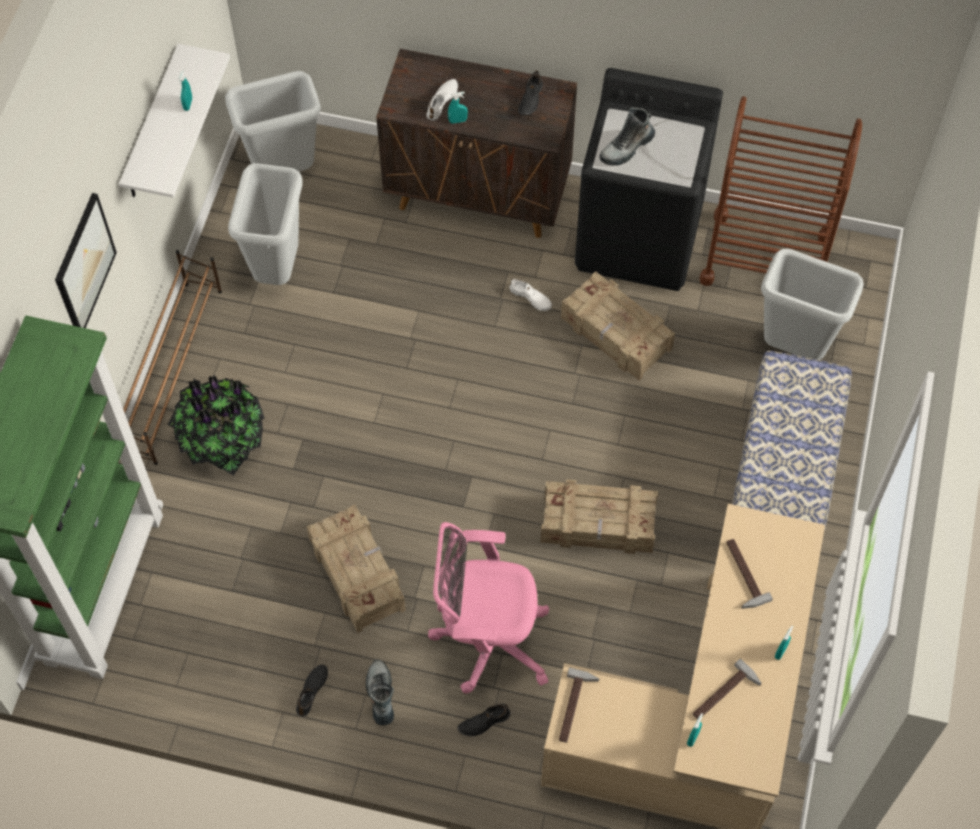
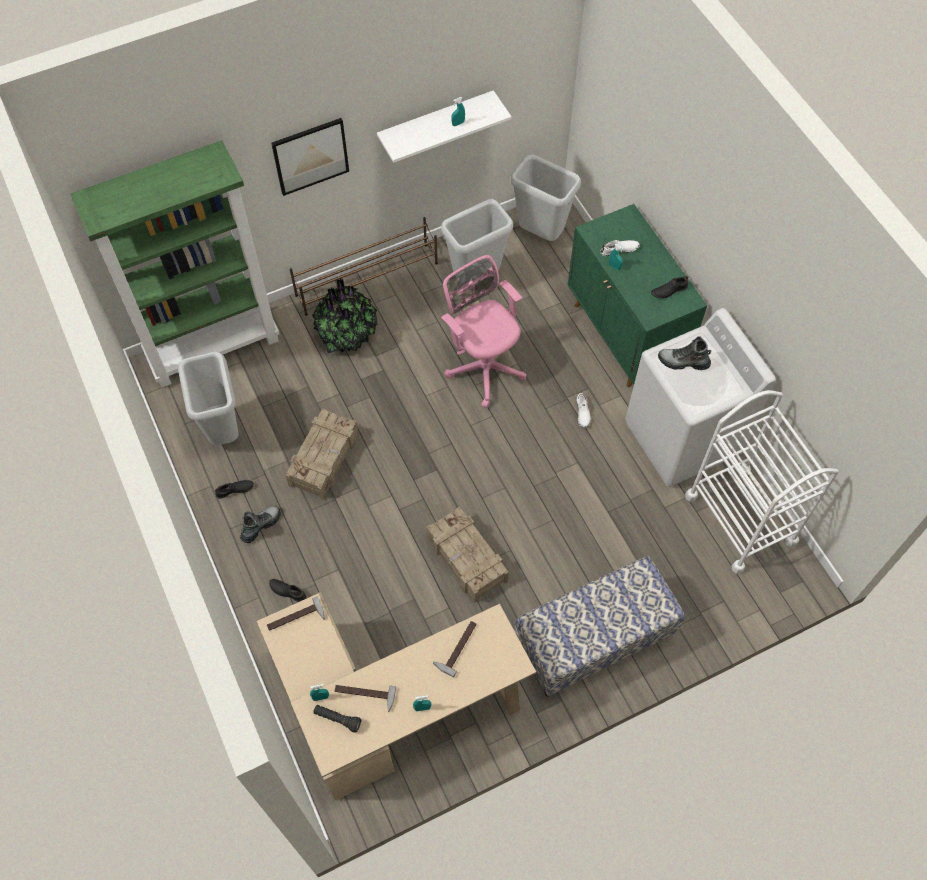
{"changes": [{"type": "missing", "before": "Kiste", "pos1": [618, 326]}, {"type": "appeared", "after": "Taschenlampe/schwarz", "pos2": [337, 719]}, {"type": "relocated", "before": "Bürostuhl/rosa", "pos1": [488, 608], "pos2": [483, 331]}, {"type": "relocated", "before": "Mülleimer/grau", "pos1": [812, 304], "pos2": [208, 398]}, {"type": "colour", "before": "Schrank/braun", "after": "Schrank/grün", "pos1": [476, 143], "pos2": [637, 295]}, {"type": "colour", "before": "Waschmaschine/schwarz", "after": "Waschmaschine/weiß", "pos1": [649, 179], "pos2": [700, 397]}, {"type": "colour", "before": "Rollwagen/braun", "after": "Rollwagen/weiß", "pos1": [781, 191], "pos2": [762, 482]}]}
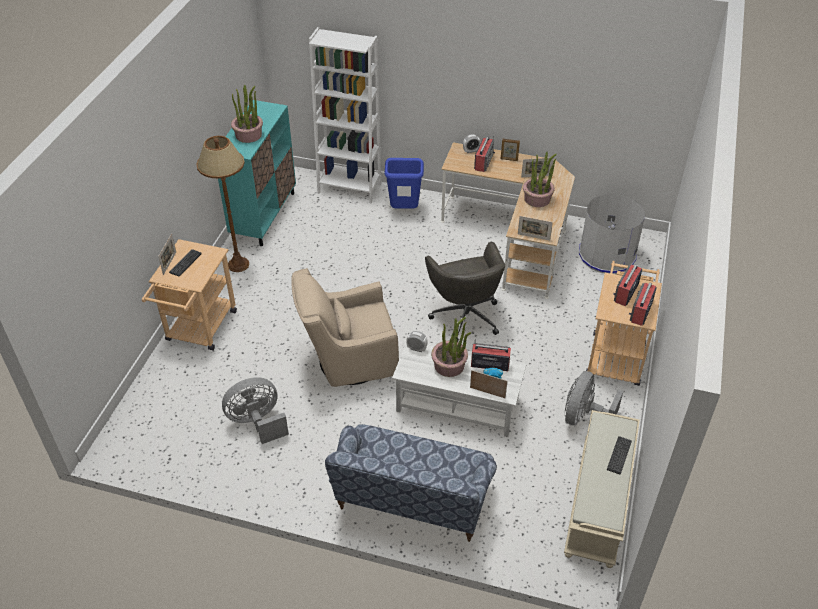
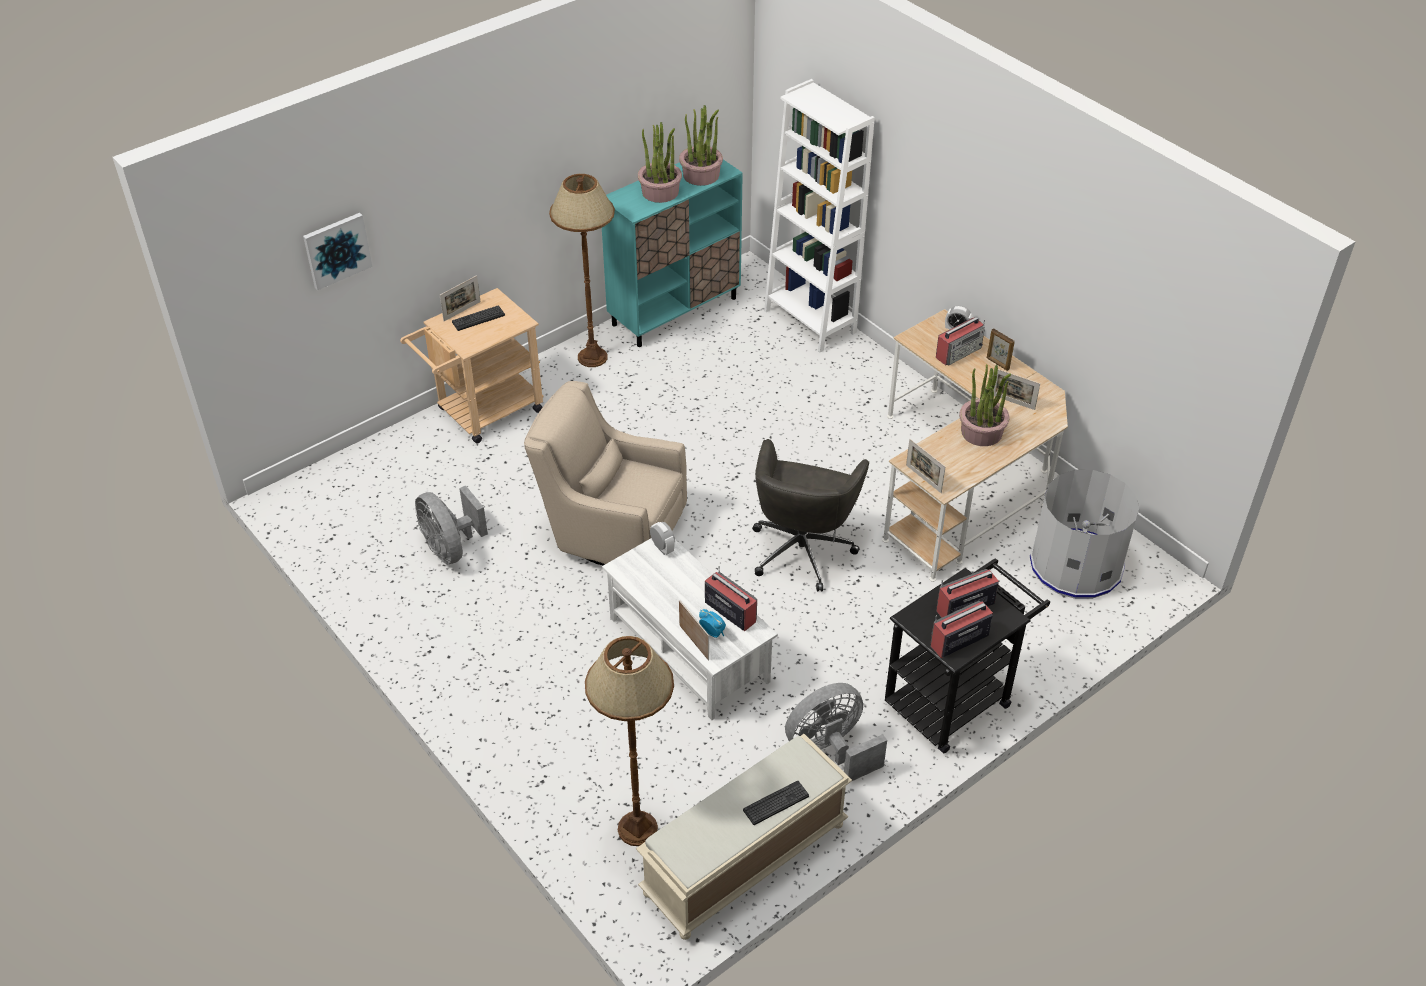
{"changes": [{"type": "missing", "before": "Sofa", "pos1": [411, 483]}, {"type": "missing", "before": "Mülleimer/blau", "pos1": [404, 183]}, {"type": "appeared", "after": "Bild", "pos2": [338, 251]}, {"type": "appeared", "after": "Stehlampe/braun", "pos2": [629, 741]}, {"type": "relocated", "before": "Topfpflanze", "pos1": [451, 347], "pos2": [701, 145]}, {"type": "colour", "before": "Rollwagen/beige", "after": "Rollwagen/schwarz", "pos1": [624, 323], "pos2": [967, 655]}, {"type": "spun", "before": "Ventilator/grau", "pos1": [255, 410], "pos2": [451, 525], "turn": -135}]}
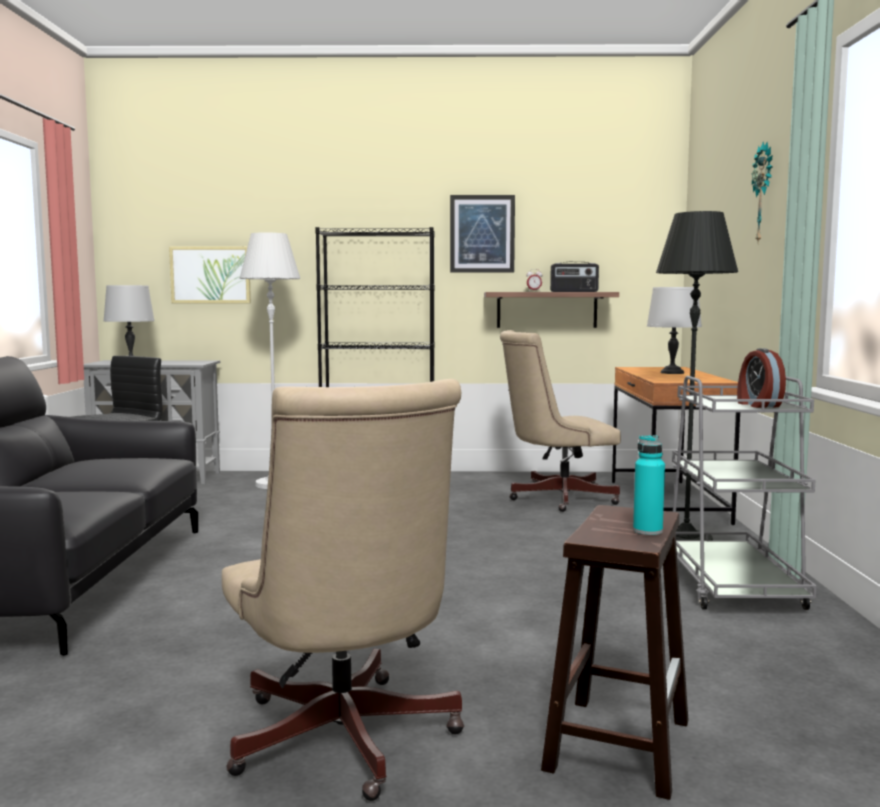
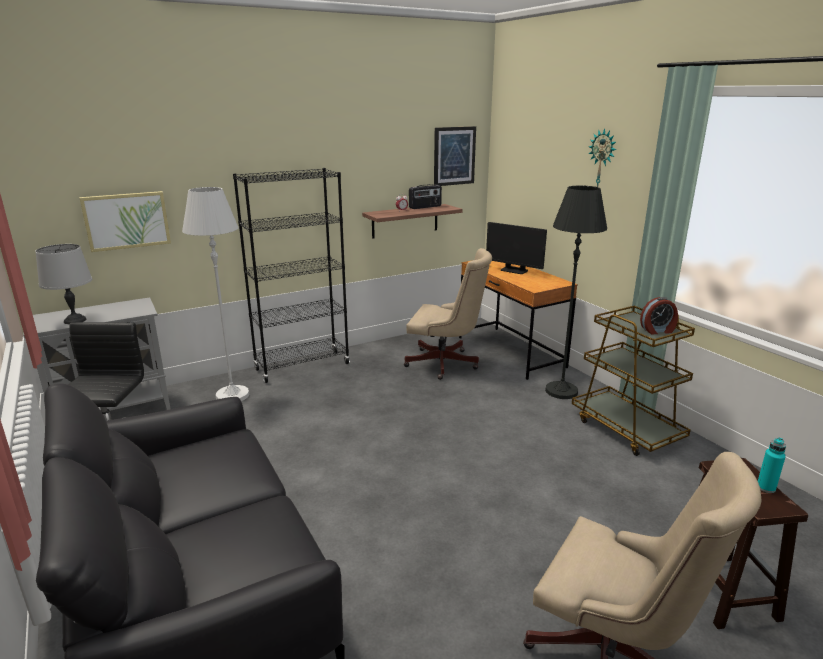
{"changes": [{"type": "relocated", "before": "Bild", "pos1": [482, 233], "pos2": [455, 156]}, {"type": "exchanged", "before": "Tischlampe/grau", "after": "Monitor", "pos1": [674, 330], "pos2": [516, 248]}, {"type": "colour", "before": "Rollwagen/grau", "after": "Rollwagen/braun", "pos1": [744, 493], "pos2": [633, 381]}, {"type": "spun", "before": "Bürostuhl/beige", "pos1": [560, 421], "pos2": [448, 314], "turn": -120}, {"type": "spun", "before": "Wecker", "pos1": [761, 378], "pos2": [659, 315], "turn": -60}]}
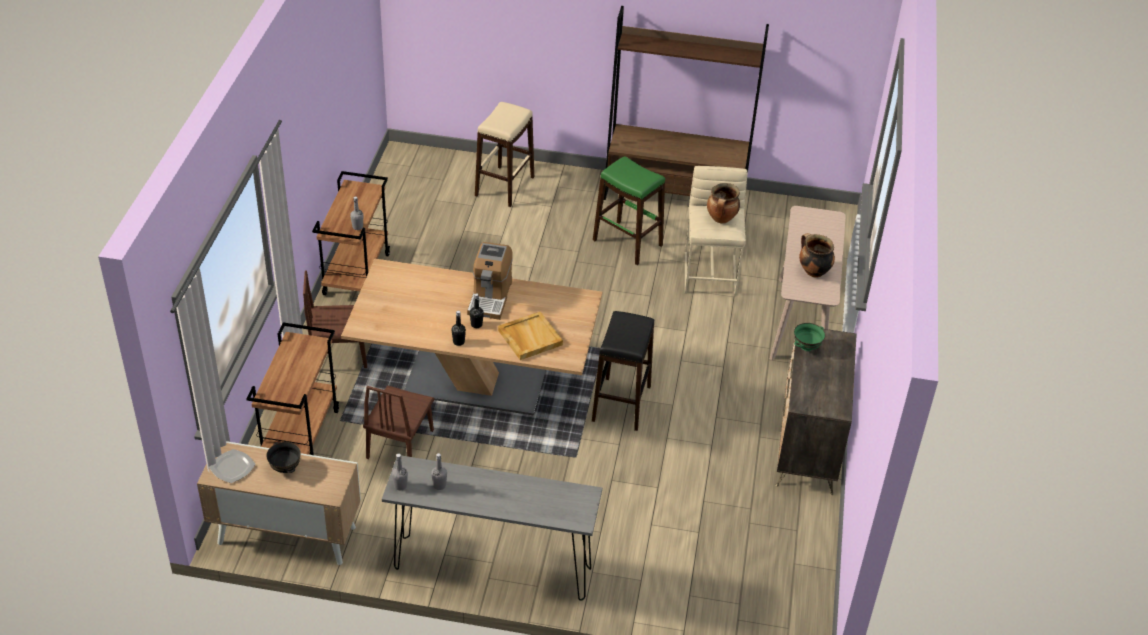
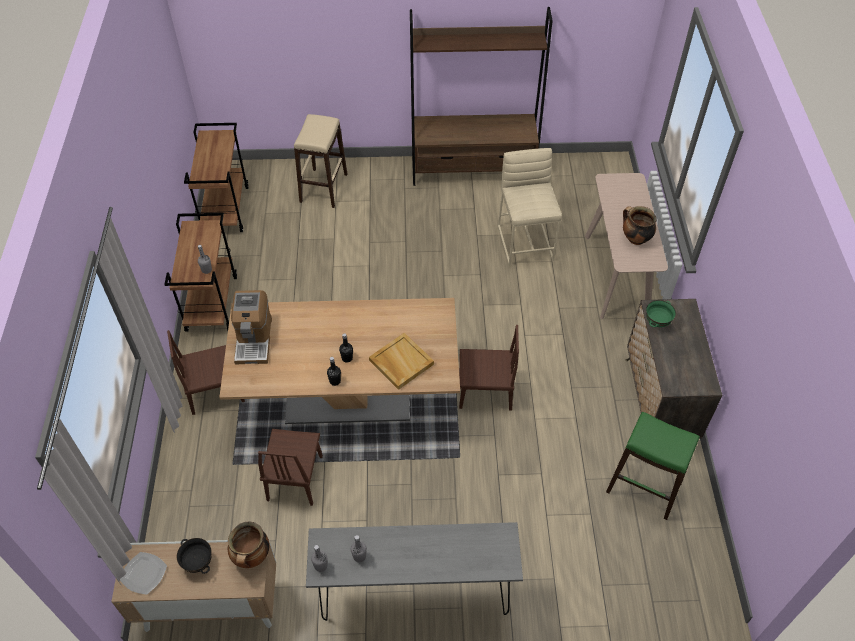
{"changes": [{"type": "relocated", "before": "Rollwagen/braun", "pos1": [292, 388], "pos2": [216, 177]}, {"type": "relocated", "before": "Kaffeemaschine", "pos1": [490, 281], "pos2": [251, 327]}, {"type": "relocated", "before": "Hocker/grün", "pos1": [629, 210], "pos2": [653, 466]}, {"type": "relocated", "before": "Kochtopf", "pos1": [723, 203], "pos2": [248, 545]}, {"type": "exchanged", "before": "Hocker/schwarz", "after": "Stuhl/braun", "pos1": [623, 371], "pos2": [489, 367]}]}
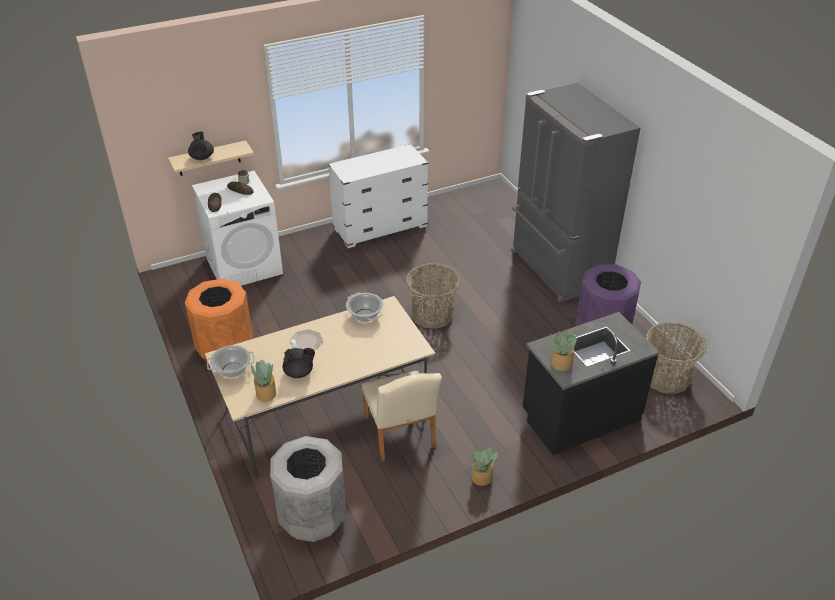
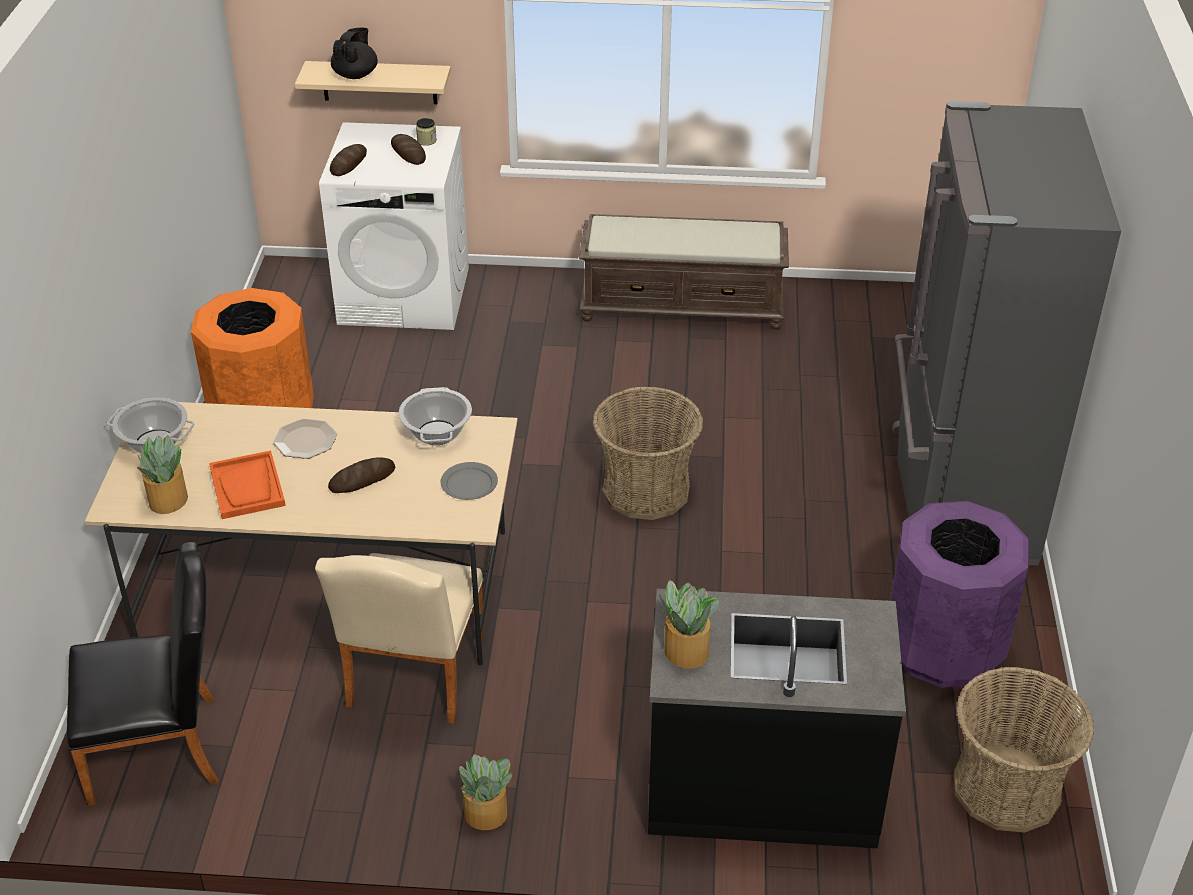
{"changes": [{"type": "appeared", "after": "Brot", "pos2": [361, 475]}, {"type": "appeared", "after": "Teller/grau", "pos2": [469, 481]}, {"type": "exchanged", "before": "Mülleimer/grau", "after": "Stuhl/schwarz", "pos1": [308, 489], "pos2": [142, 674]}, {"type": "exchanged", "before": "Teekanne/schwarz", "after": "Tablett/orange", "pos1": [299, 363], "pos2": [247, 484]}, {"type": "exchanged", "before": "Kommode/weiß", "after": "Bank/braun", "pos1": [378, 196], "pos2": [684, 272]}]}
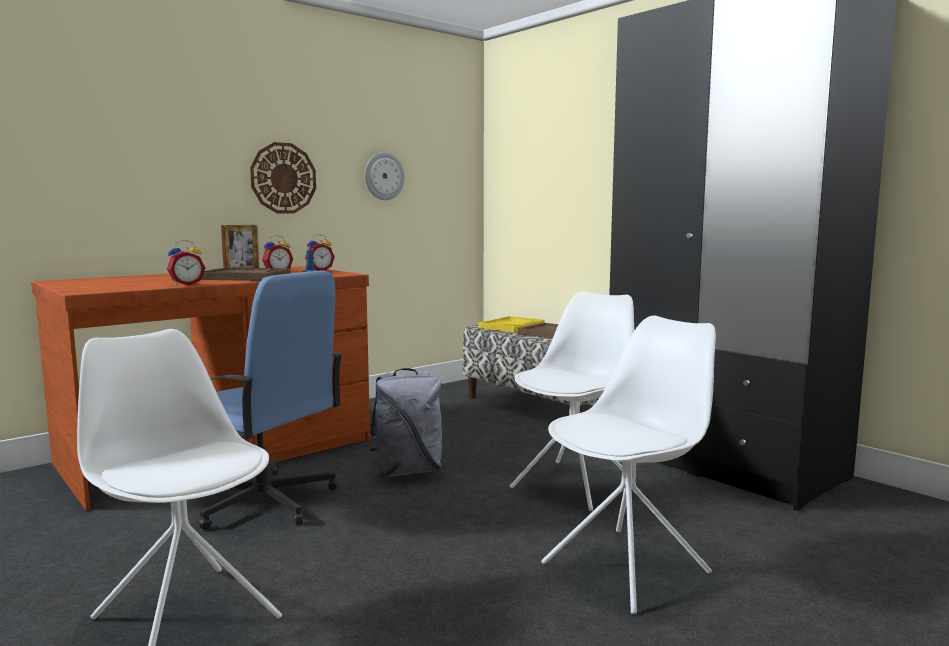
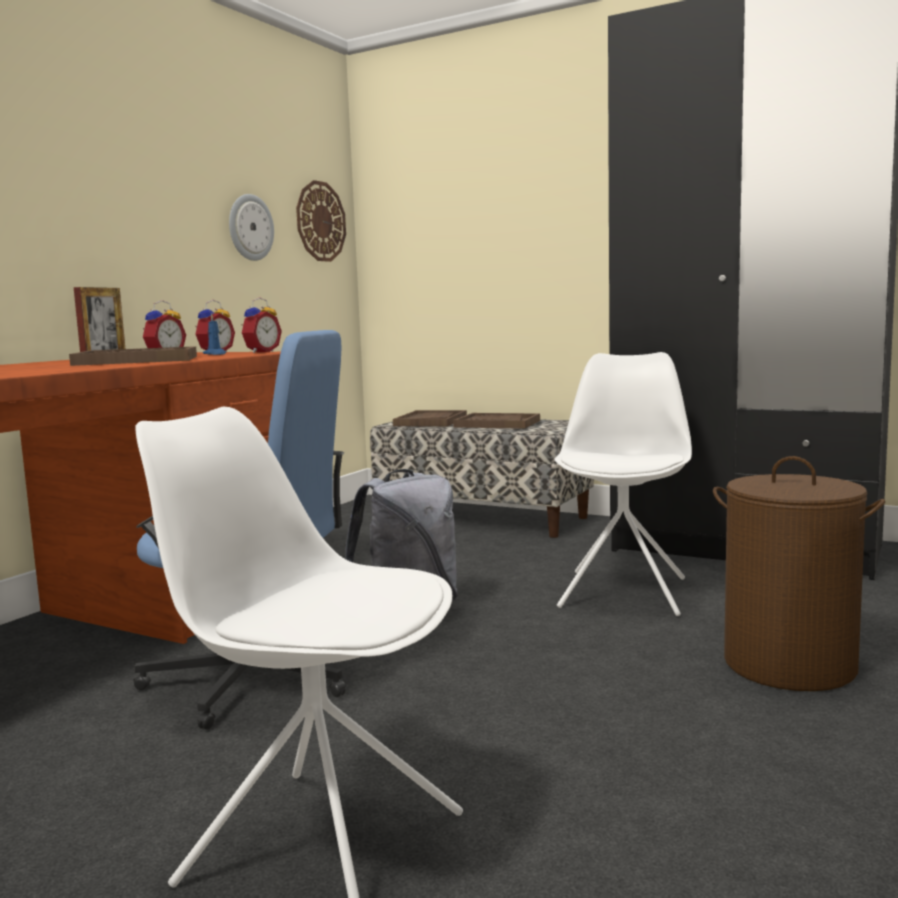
{"changes": [{"type": "relocated", "before": "Wecker", "pos1": [186, 263], "pos2": [262, 325]}, {"type": "relocated", "before": "Wanduhr", "pos1": [283, 178], "pos2": [321, 221]}, {"type": "exchanged", "before": "Stuhl/weiß", "after": "Wäschekorb/braun", "pos1": [628, 464], "pos2": [799, 573]}, {"type": "colour", "before": "Tablett/gelb", "after": "Tablett/braun", "pos1": [511, 324], "pos2": [430, 418]}]}
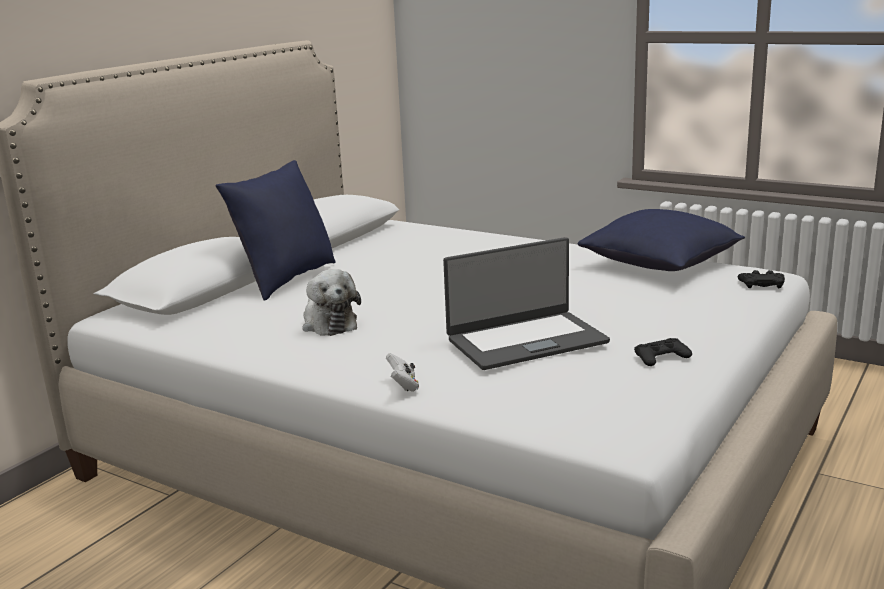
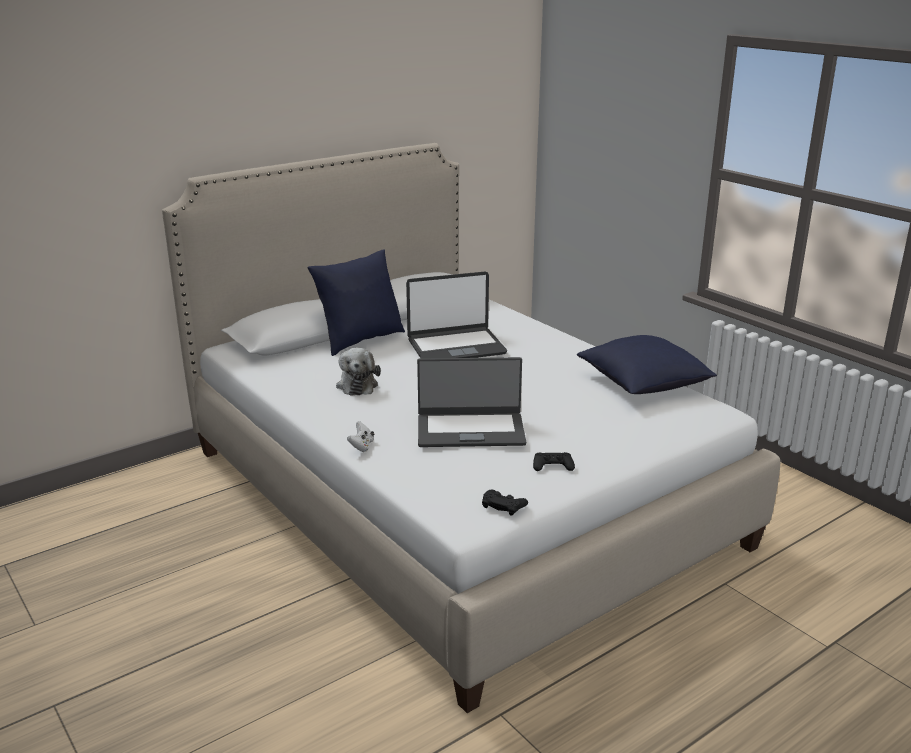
{"changes": [{"type": "appeared", "after": "Laptop", "pos2": [456, 315]}, {"type": "relocated", "before": "Gamepad/schwarz", "pos1": [761, 279], "pos2": [505, 502]}]}
